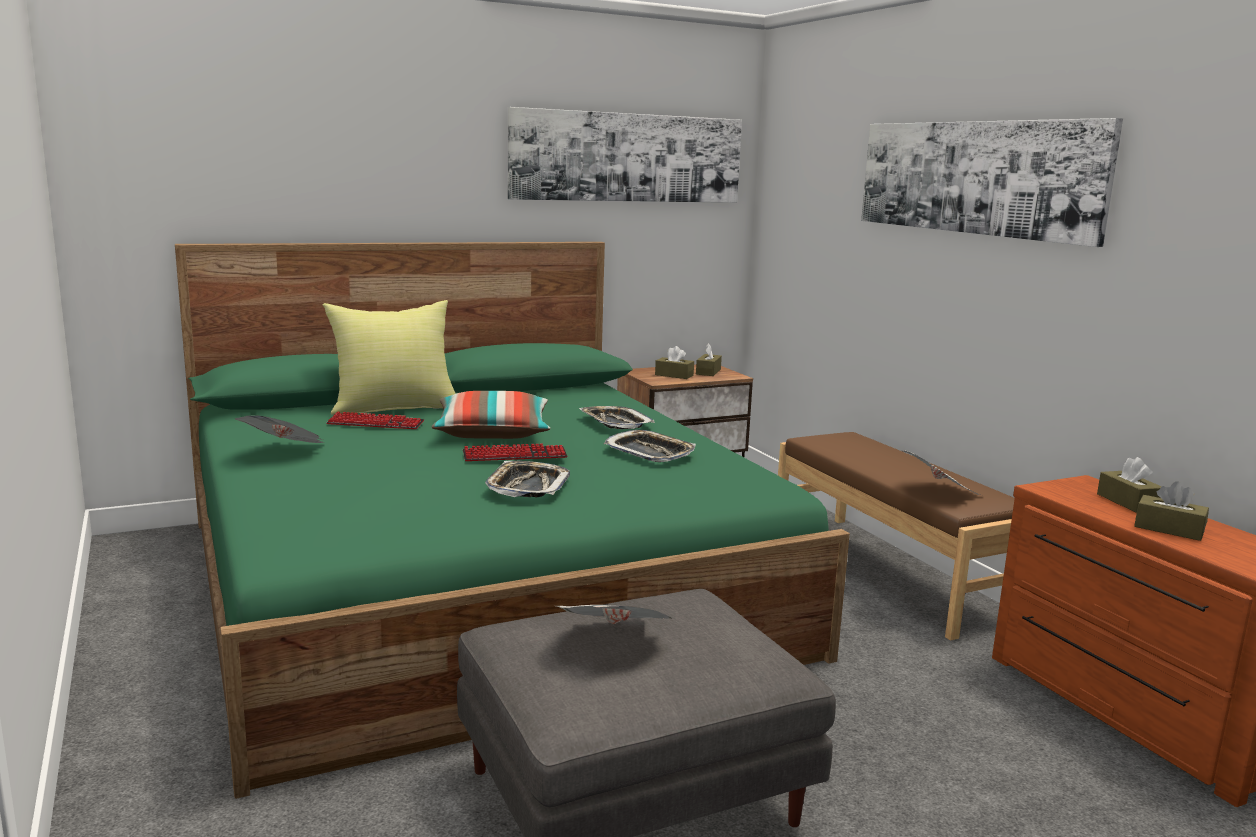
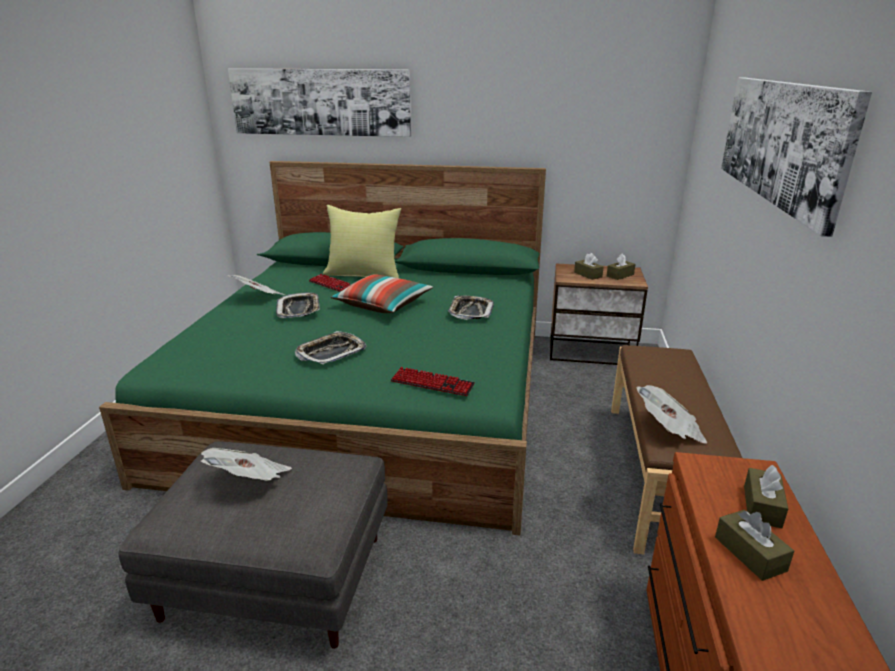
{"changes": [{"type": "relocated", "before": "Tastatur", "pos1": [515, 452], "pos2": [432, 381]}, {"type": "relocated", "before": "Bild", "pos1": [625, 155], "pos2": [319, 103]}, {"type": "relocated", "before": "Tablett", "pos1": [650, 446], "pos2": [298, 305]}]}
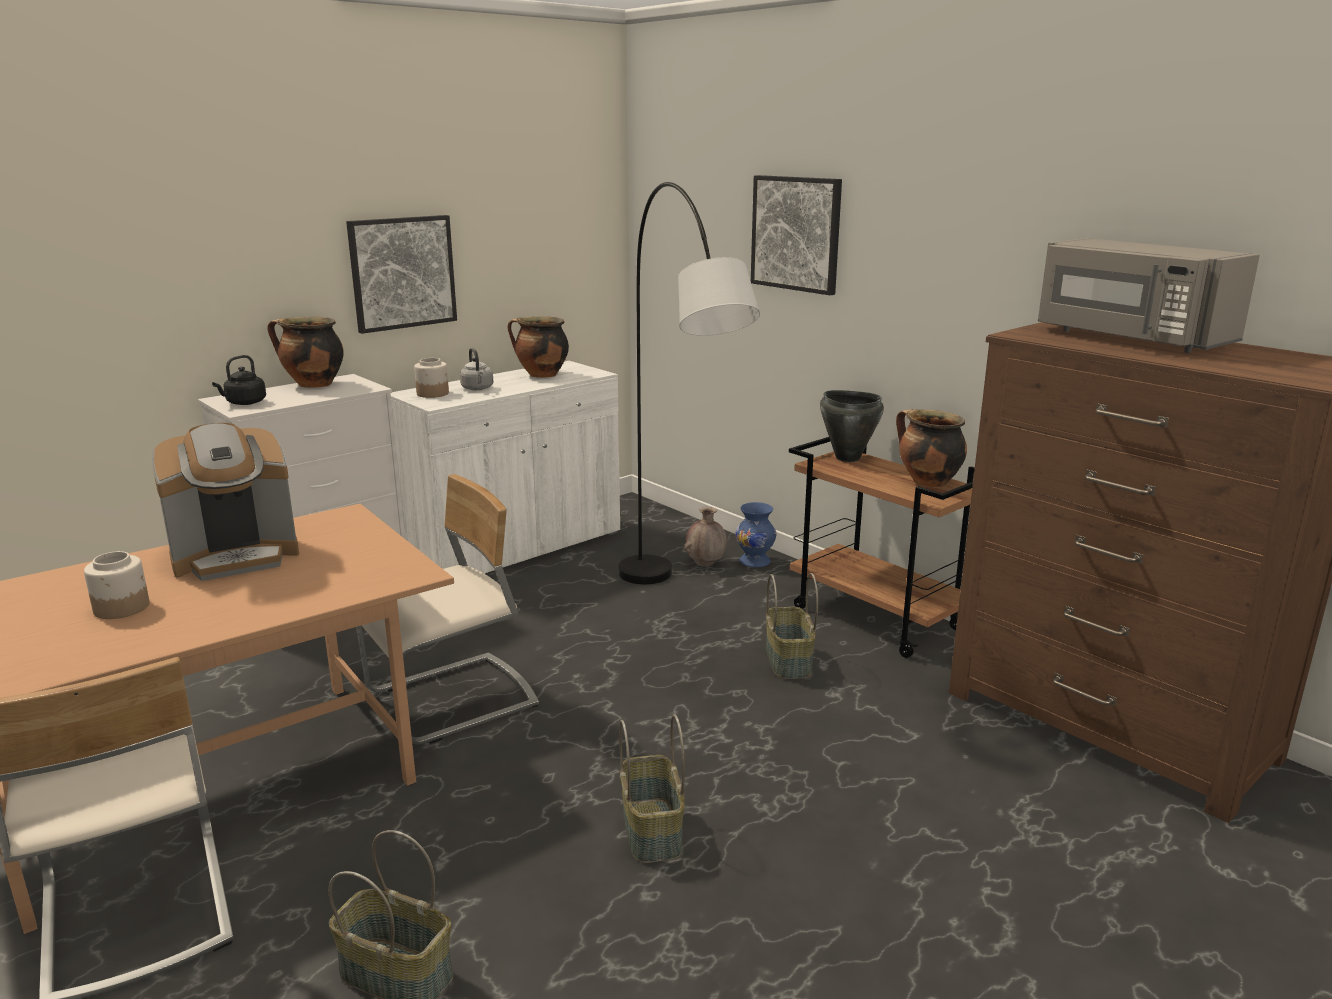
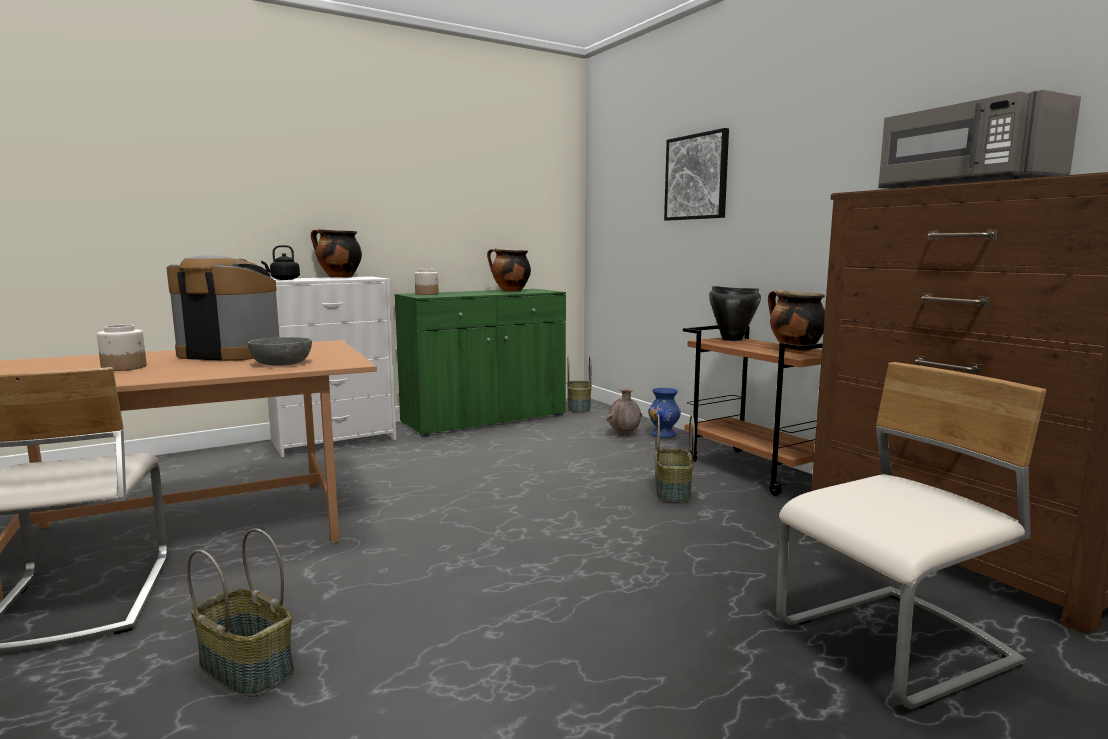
{"changes": [{"type": "missing", "before": "Bild", "pos1": [401, 274]}, {"type": "missing", "before": "Wasserkessel/grau", "pos1": [476, 369]}, {"type": "missing", "before": "Stehlampe/grau", "pos1": [689, 383]}, {"type": "appeared", "after": "Schüssel/grau", "pos2": [280, 351]}, {"type": "relocated", "before": "Stuhl/beige", "pos1": [447, 609], "pos2": [911, 535]}, {"type": "relocated", "before": "Korb", "pos1": [652, 788], "pos2": [579, 384]}, {"type": "colour", "before": "Schrank/weiß", "after": "Schrank/grün", "pos1": [505, 467], "pos2": [480, 363]}, {"type": "spun", "before": "Kaffeemaschine", "pos1": [225, 502], "pos2": [222, 308], "turn": -150}]}
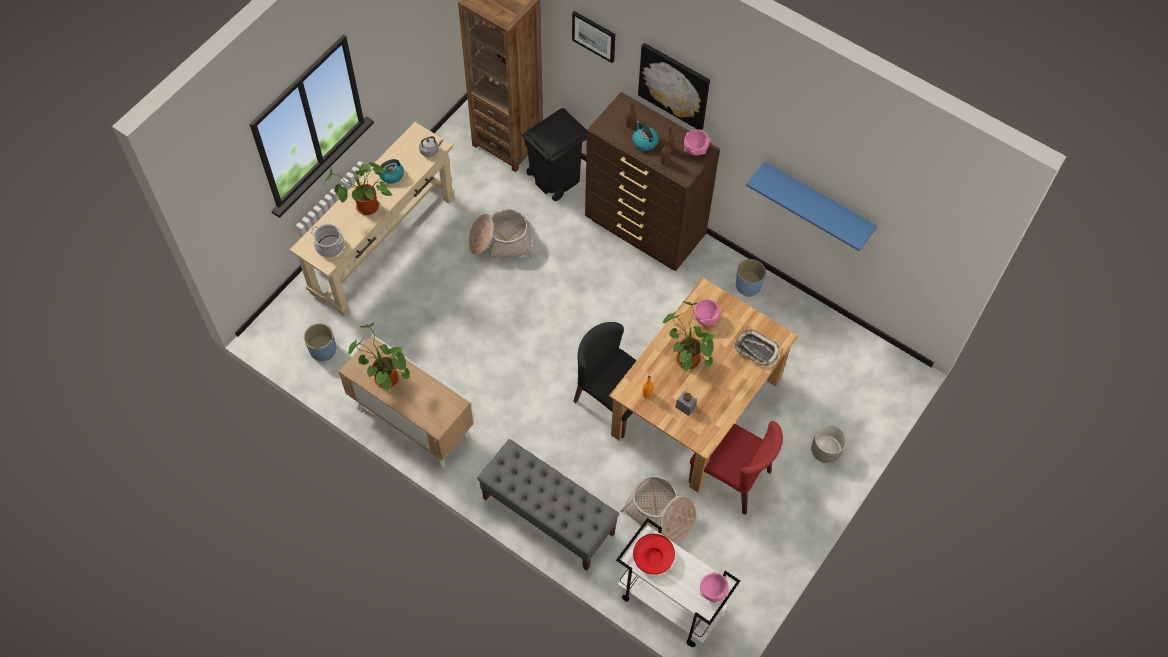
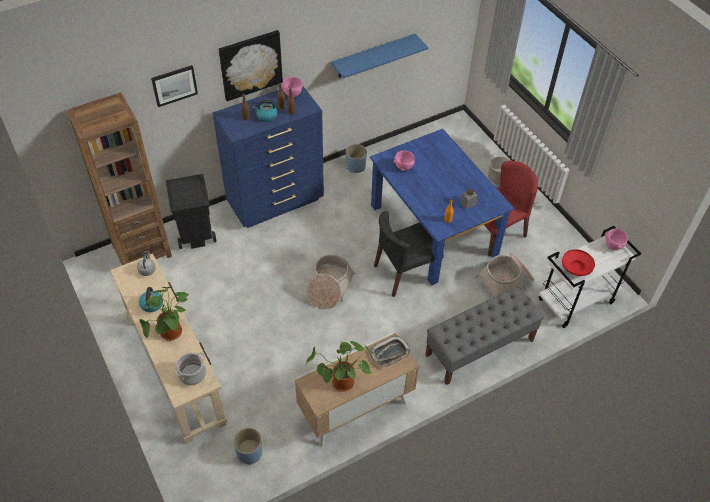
{"changes": [{"type": "missing", "before": "Topfpflanze", "pos1": [689, 336]}, {"type": "relocated", "before": "Korb", "pos1": [500, 235], "pos2": [330, 282]}, {"type": "relocated", "before": "Tablett", "pos1": [756, 348], "pos2": [390, 351]}, {"type": "colour", "before": "Kommode/braun", "after": "Kommode/blau", "pos1": [652, 181], "pos2": [268, 157]}, {"type": "colour", "before": "Esstisch/braun", "after": "Esstisch/blau", "pos1": [703, 385], "pos2": [442, 207]}]}
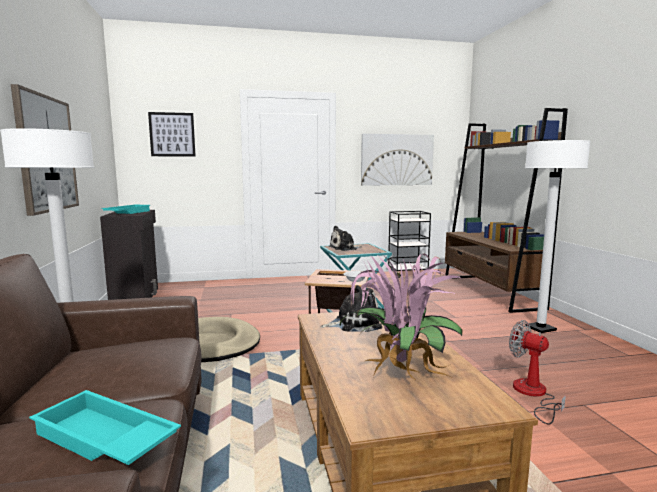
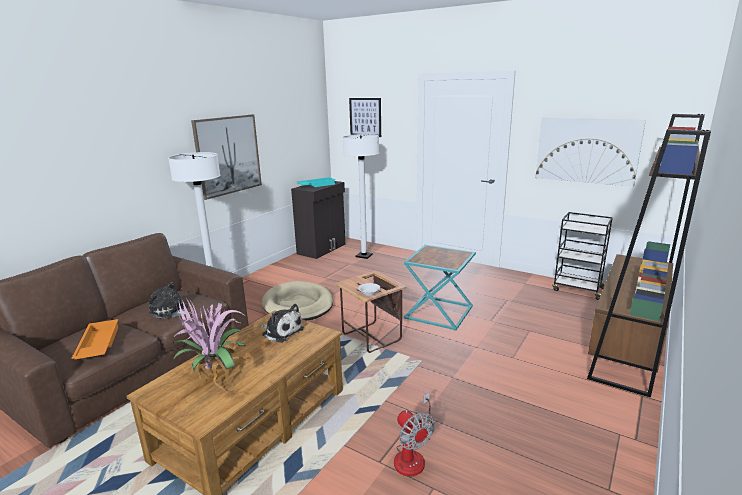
{"changes": [{"type": "relocated", "before": "Plüschtier", "pos1": [345, 238], "pos2": [170, 300]}, {"type": "relocated", "before": "Stehlampe/weiß", "pos1": [557, 236], "pos2": [361, 196]}, {"type": "colour", "before": "Tablett/türkis", "after": "Tablett/orange", "pos1": [105, 427], "pos2": [95, 339]}, {"type": "spun", "before": "Ventilator", "pos1": [537, 372], "pos2": [414, 434], "turn": 150}]}
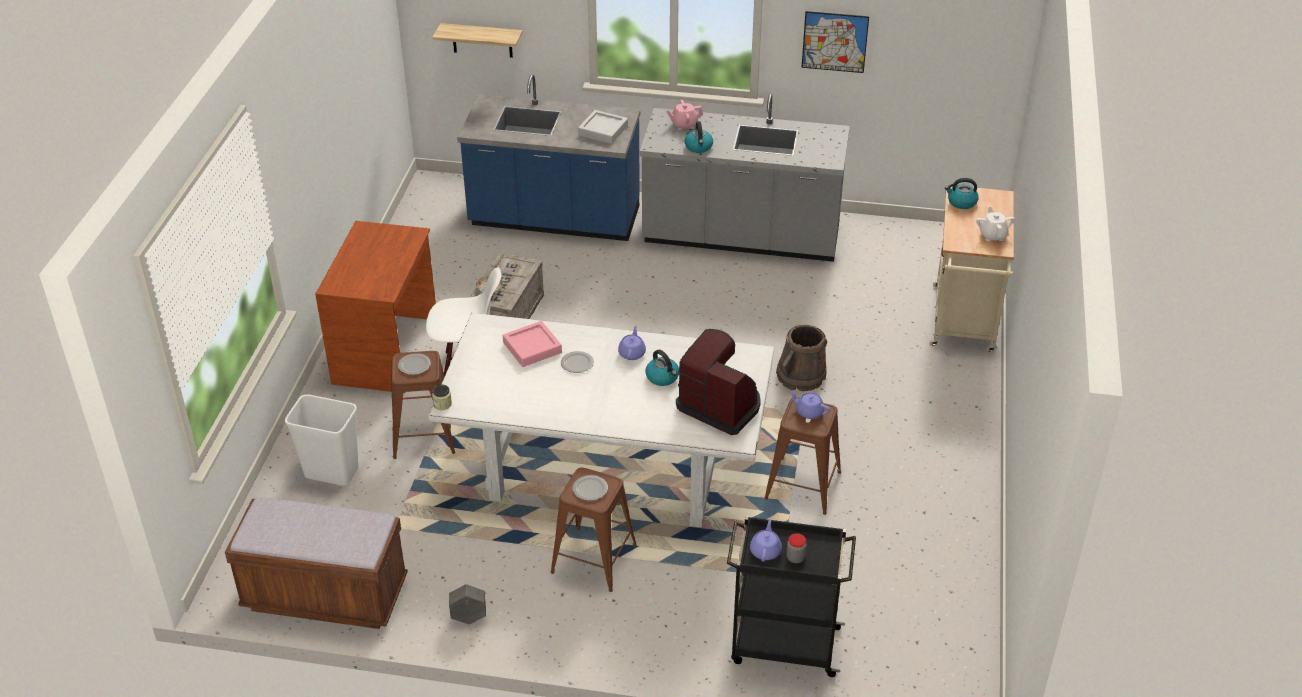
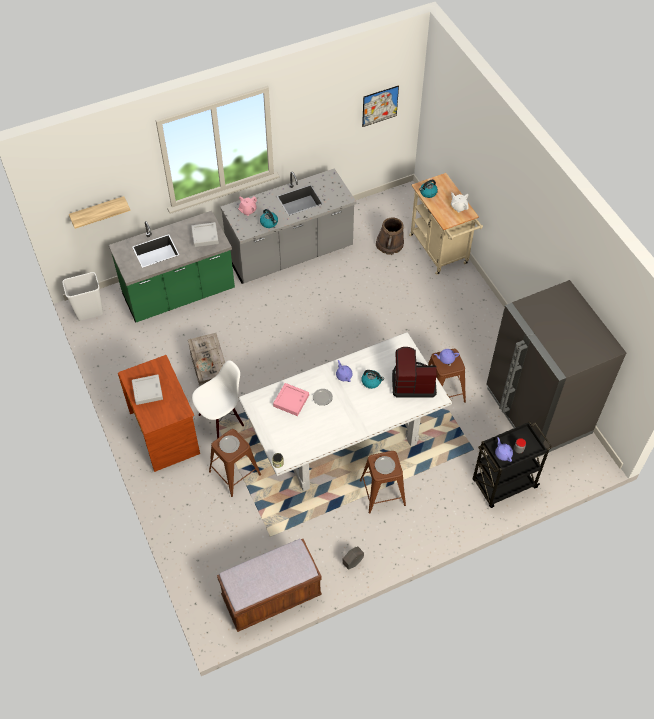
{"changes": [{"type": "appeared", "after": "Tablett/grau", "pos2": [147, 389]}, {"type": "appeared", "after": "Kühlschrank/grau", "pos2": [556, 368]}, {"type": "relocated", "before": "Mülleimer/weiß", "pos1": [321, 440], "pos2": [83, 296]}, {"type": "relocated", "before": "Eimer/braun", "pos1": [801, 358], "pos2": [390, 236]}, {"type": "relocated", "before": "Bild", "pos1": [835, 42], "pos2": [380, 106]}, {"type": "colour", "before": "Küchenzeile/blau", "after": "Küchenzeile/grün", "pos1": [548, 157], "pos2": [172, 267]}]}
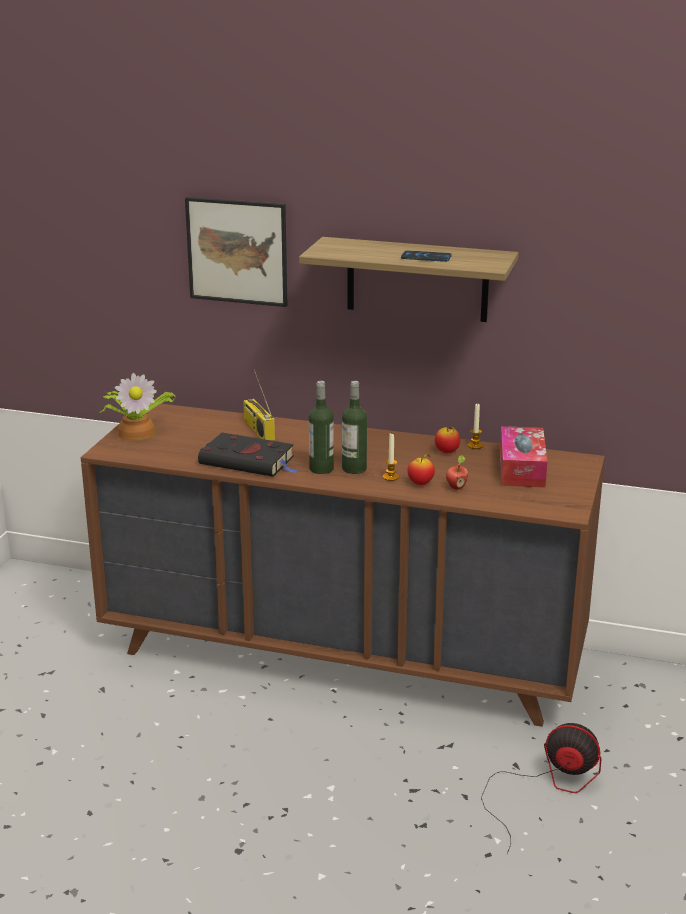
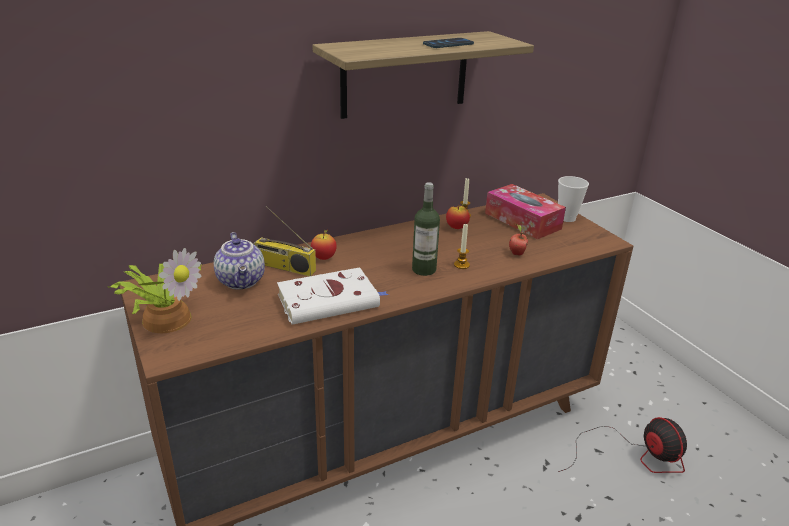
{"changes": [{"type": "missing", "before": "Bild", "pos1": [236, 252]}, {"type": "missing", "before": "Flasche", "pos1": [321, 427]}, {"type": "appeared", "after": "Teekanne", "pos2": [239, 260]}, {"type": "appeared", "after": "Tasse", "pos2": [573, 199]}, {"type": "relocated", "before": "Apfel", "pos1": [421, 469], "pos2": [324, 244]}, {"type": "colour", "before": "Buch/schwarz", "after": "Buch/weiß", "pos1": [248, 455], "pos2": [333, 296]}, {"type": "spun", "before": "Ventilator", "pos1": [541, 788], "pos2": [622, 445], "turn": 90}]}
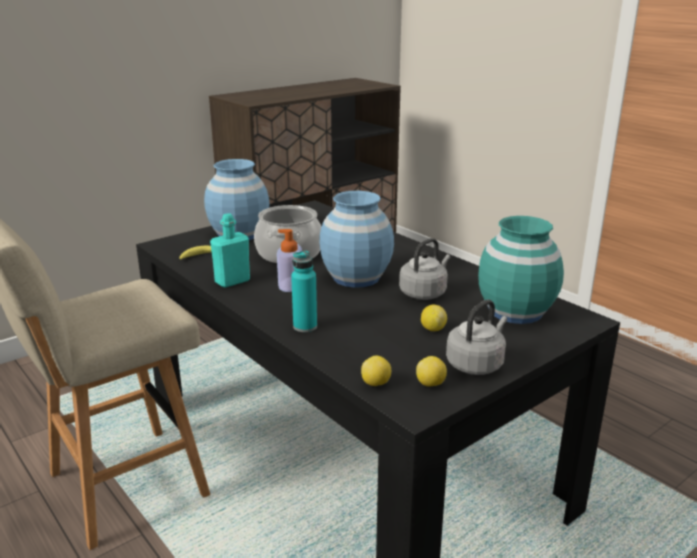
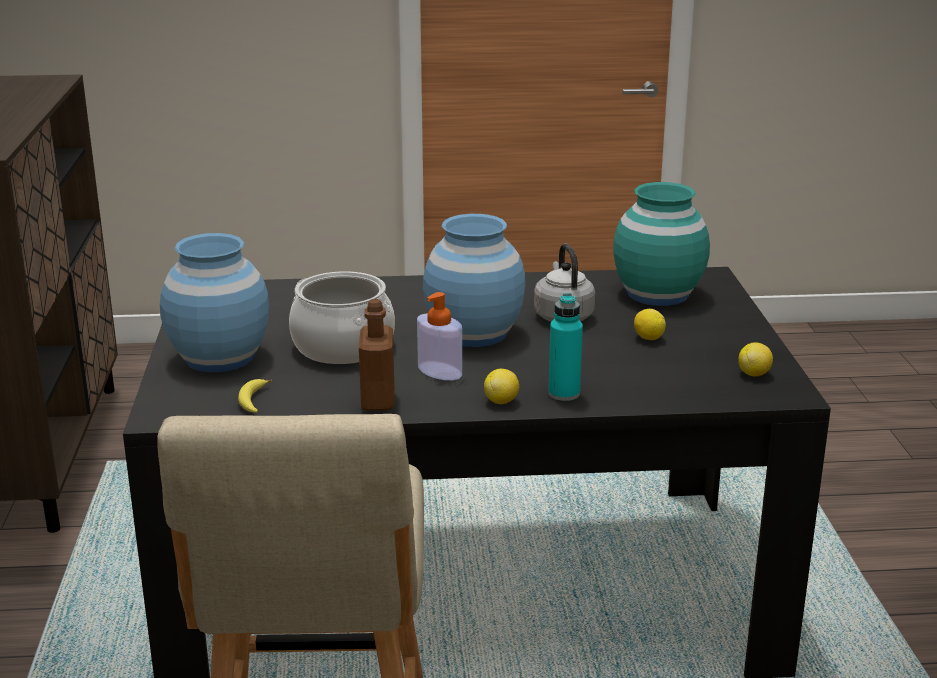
{"changes": [{"type": "missing", "before": "Wasserkessel/grau", "pos1": [476, 337]}, {"type": "relocated", "before": "Zitrone", "pos1": [376, 370], "pos2": [501, 386]}, {"type": "colour", "before": "Flasche/türkis", "after": "Flasche/braun", "pos1": [230, 250], "pos2": [376, 355]}]}
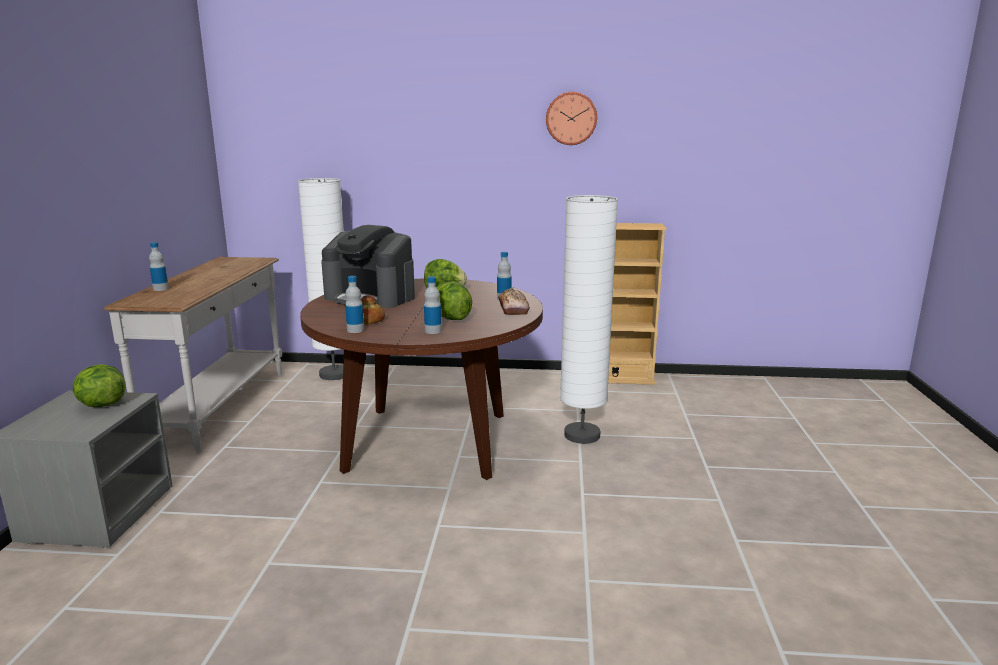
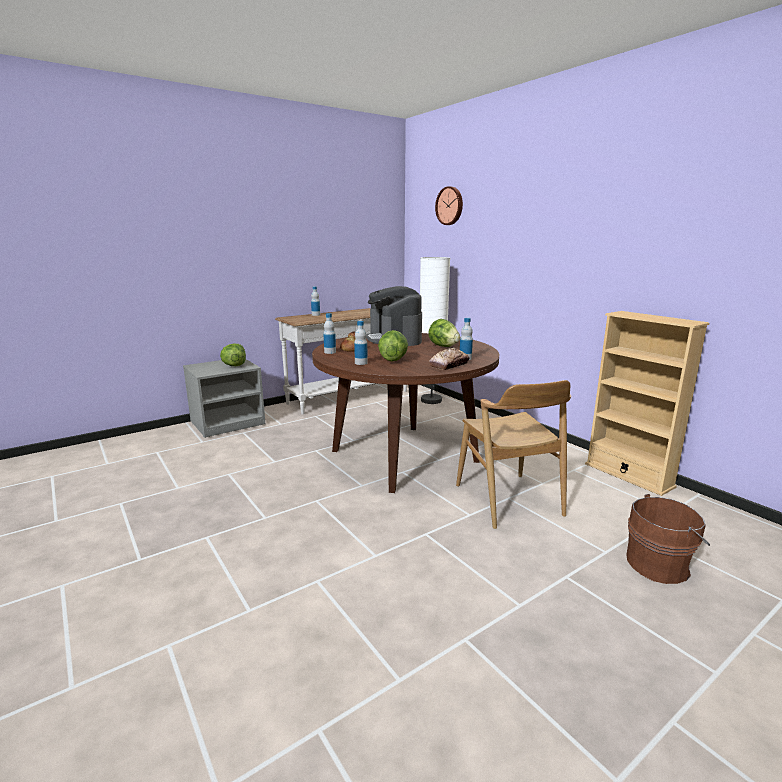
{"changes": [{"type": "appeared", "after": "Eimer/braun", "pos2": [668, 539]}, {"type": "relocated", "before": "Wanduhr", "pos1": [571, 118], "pos2": [449, 205]}, {"type": "exchanged", "before": "Stehlampe/weiß", "after": "Stuhl/braun", "pos1": [589, 319], "pos2": [513, 454]}]}
